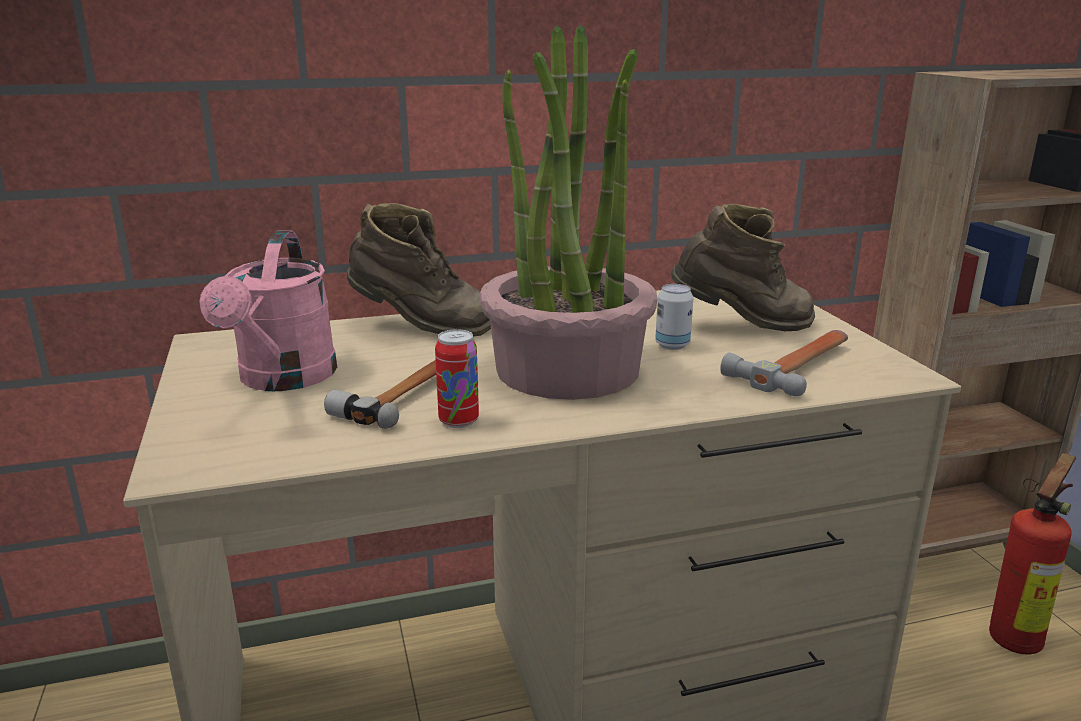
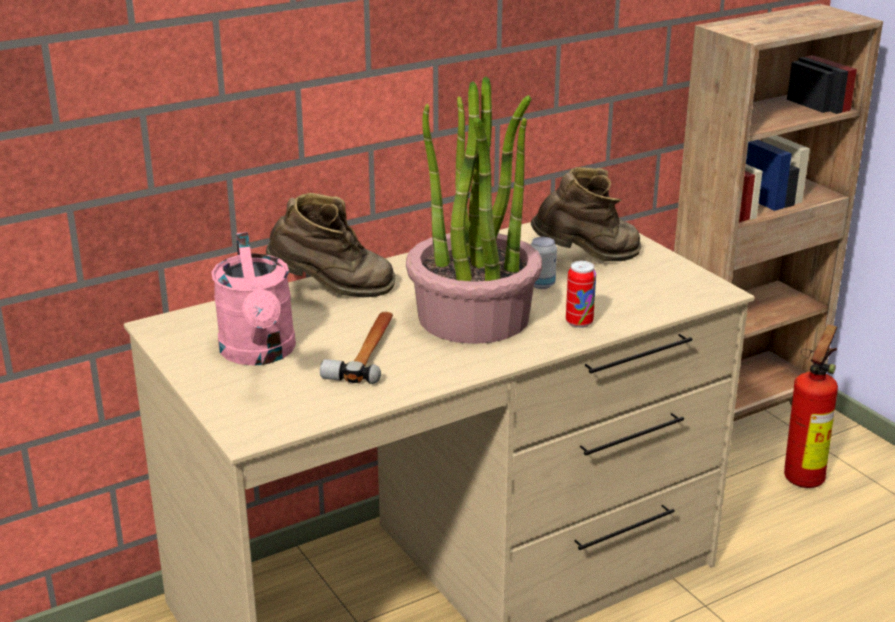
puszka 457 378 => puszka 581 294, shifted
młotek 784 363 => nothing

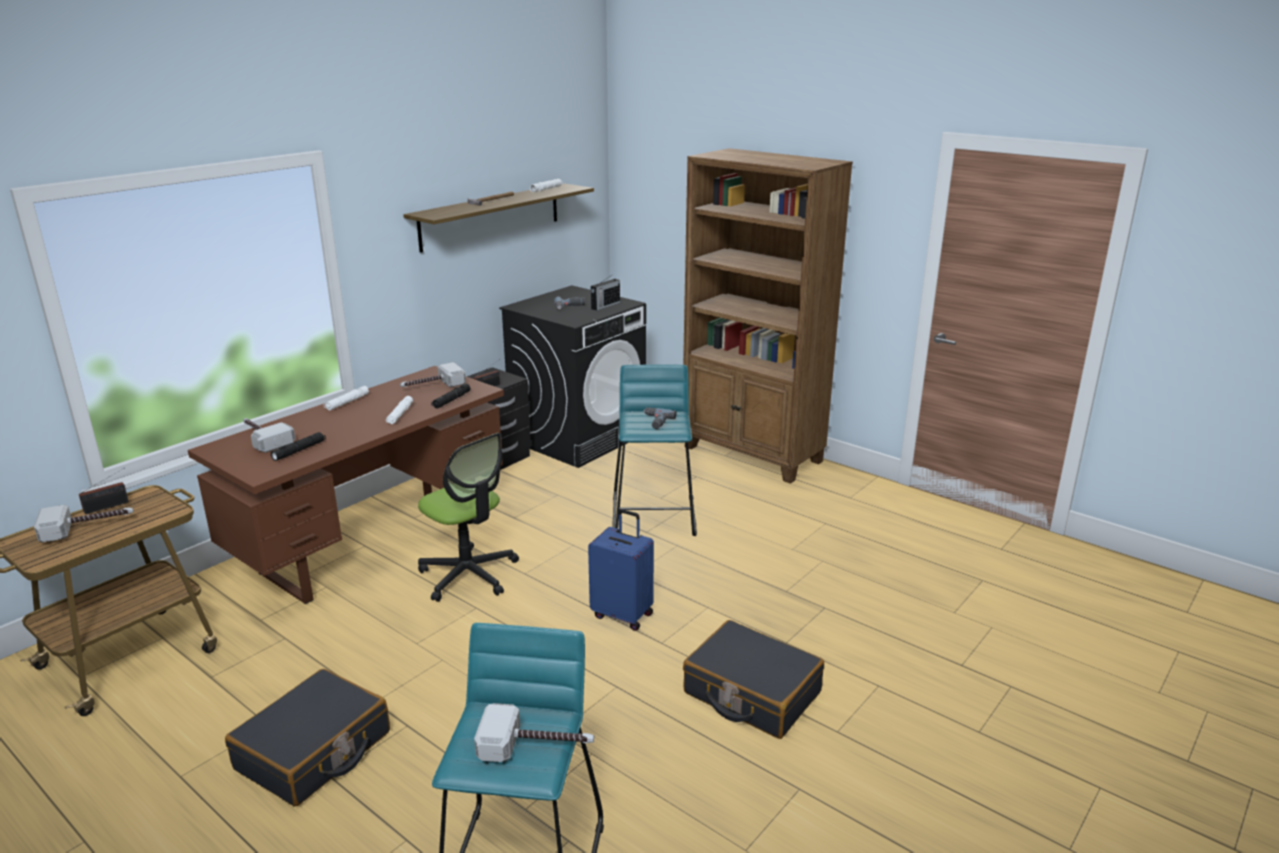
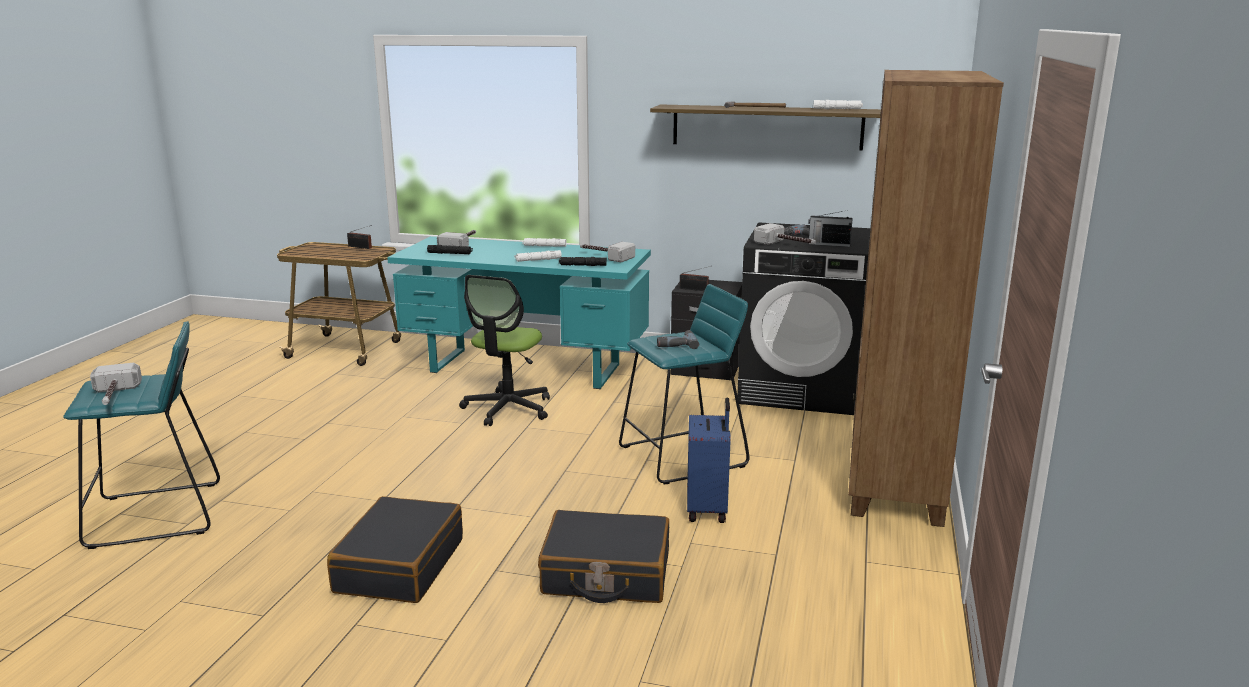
biurko/brązowy 346 485 => biurko/turkusowy 519 312
młotek 84 524 => młotek 785 234, shifted
walizka/niebieski 621 570 => walizka/niebieski 709 460, shifted
walizka/czarny 307 738 => walizka/czarny 603 556, shifted

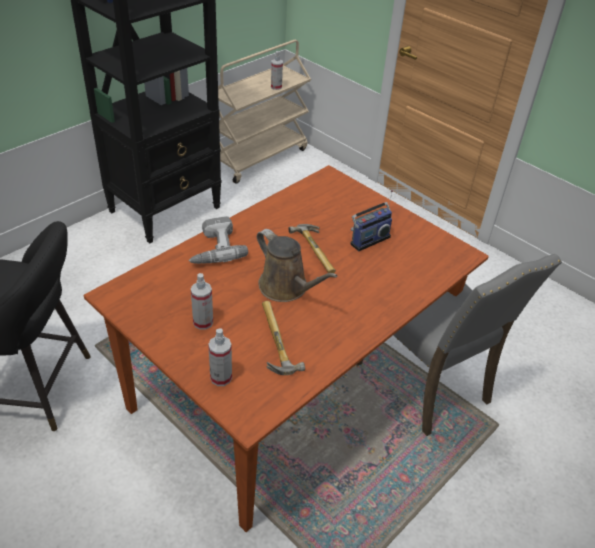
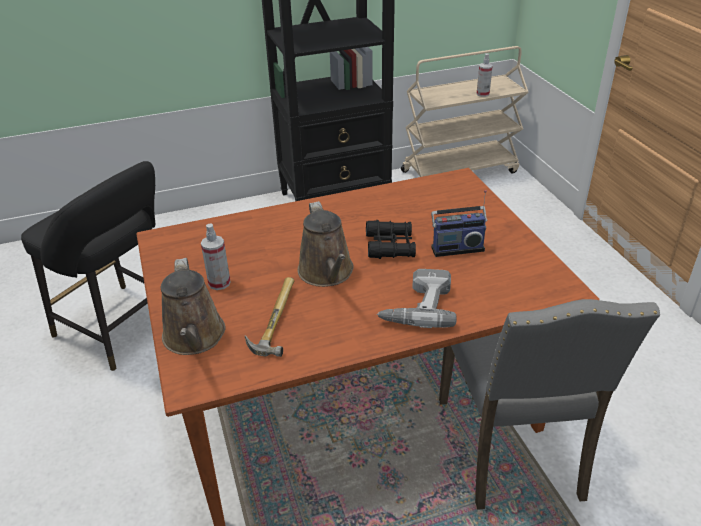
wiertarka 218 240 => wiertarka 416 298, shifted
młotek 312 248 => lornetka/czarny 391 239
spryskiwacz 220 357 => konewka/brązowy 193 306

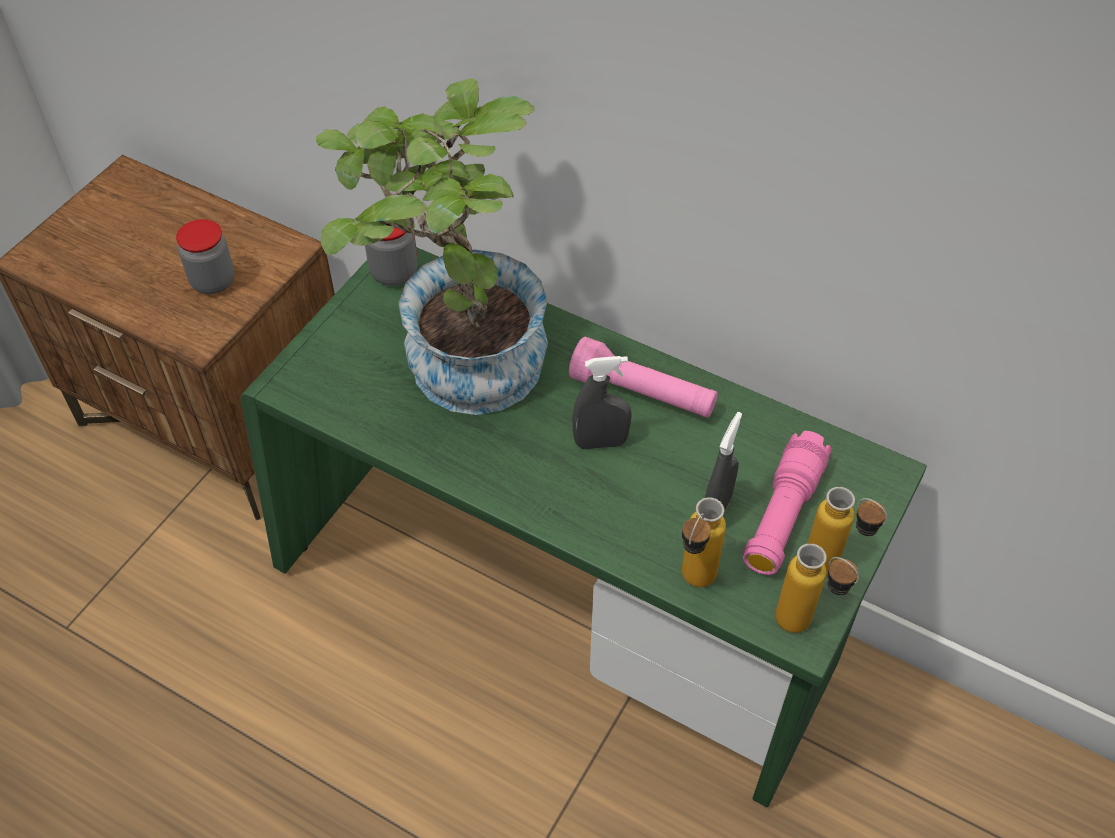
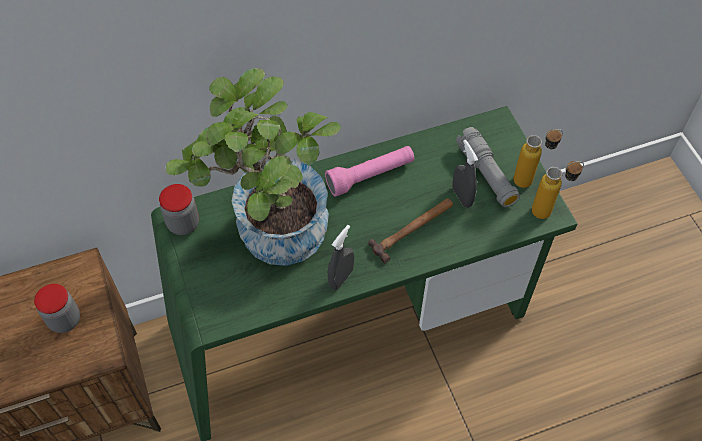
spryskiwacz/szary 602 402 => spryskiwacz/szary 341 257, shifted
latarka/różowy 787 503 => latarka/szary 488 167
butelka 704 542 => nothing
nothing => młotek 410 230

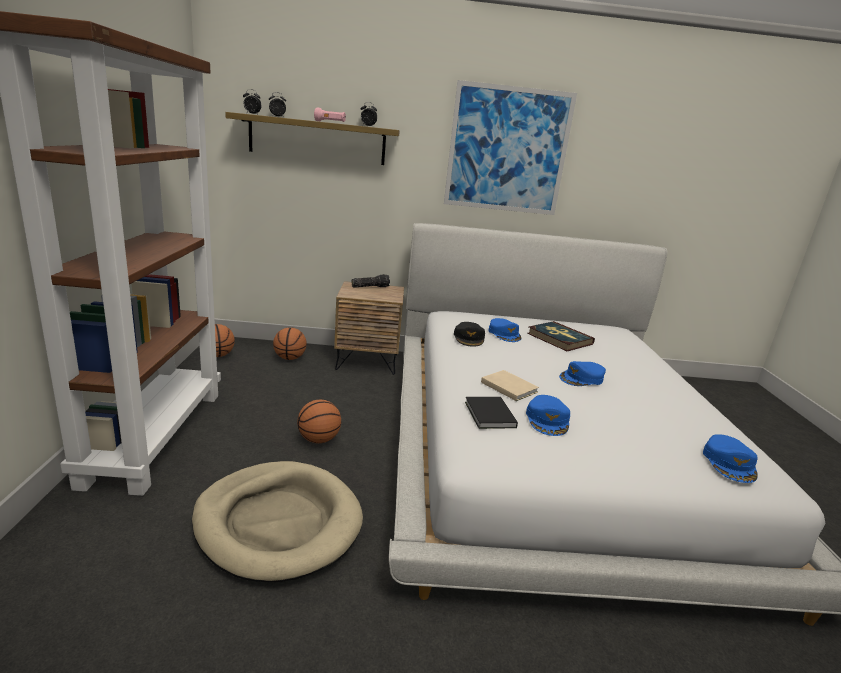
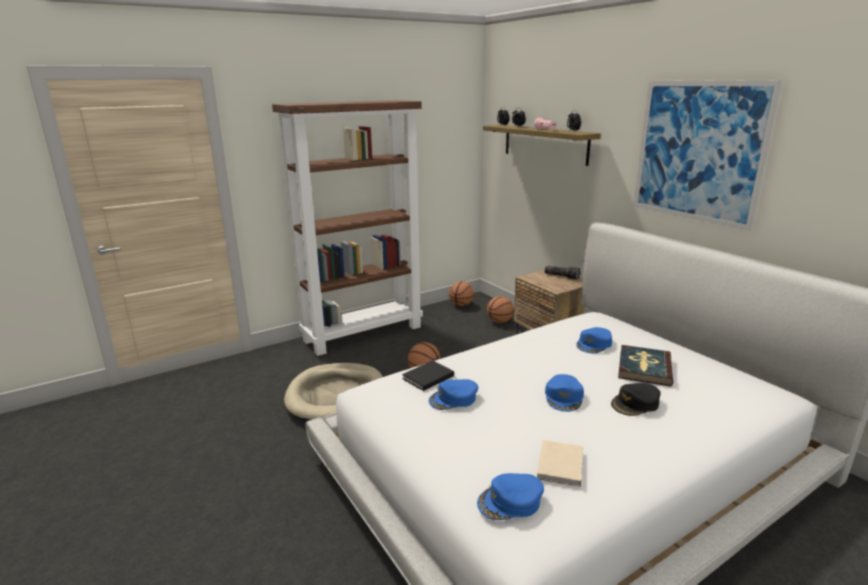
czapka z daszkiem/czarny 469 334 => czapka z daszkiem/czarny 636 399, shifted
czapka z daszkiem/niebieski 582 373 => czapka z daszkiem/niebieski 564 393, 105 degrees counterclockwise
książka/beżowy 510 385 => książka/beżowy 560 463, shifted

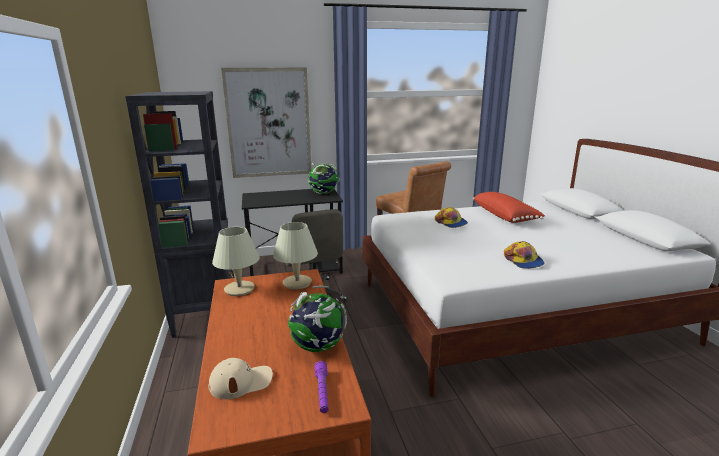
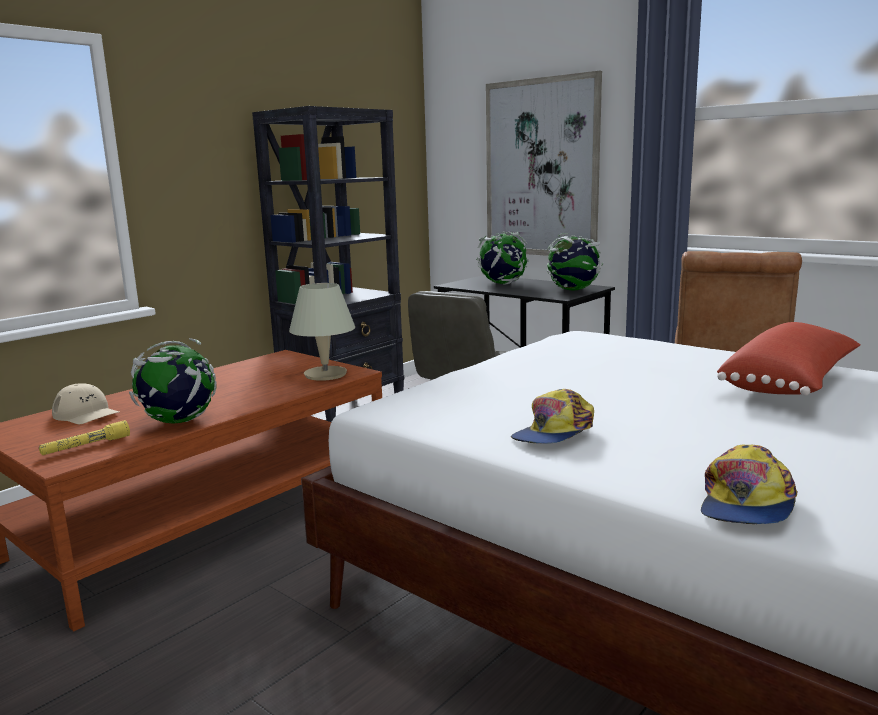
czapka z daszkiem 451 217 => czapka z daszkiem 749 484, shifted
lampa stołowa/beżowy 236 261 => nothing
latarka/fioletowy 322 387 => latarka/żółty 84 437
nothing => globus 502 258

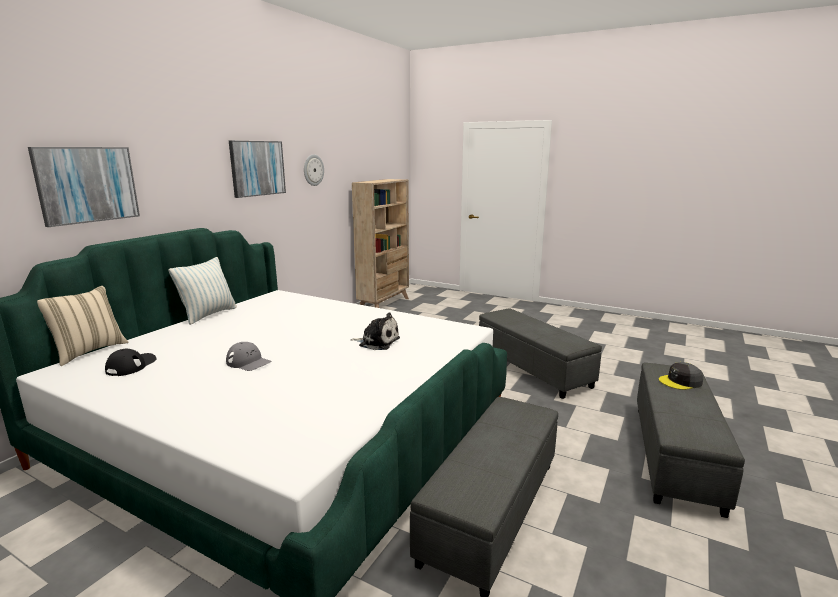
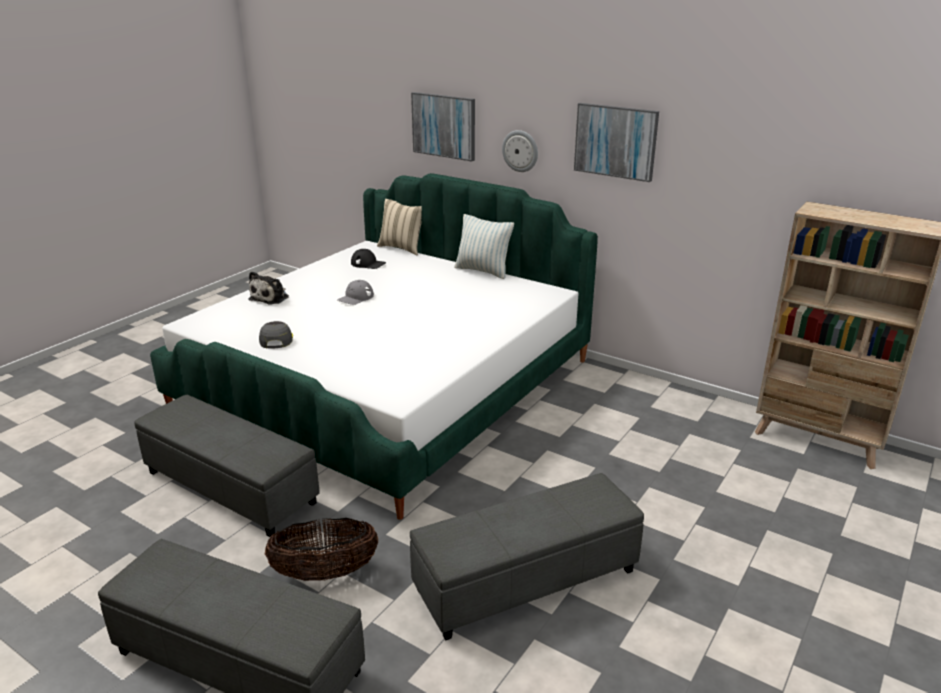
zegar ścienny 314 170 => zegar ścienny 520 151, shifted
pluszak 375 331 => pluszak 268 288, shifted
czapka z daszkiem/szary 681 376 => czapka z daszkiem/szary 276 335, shifted
nothing => koszyk 321 549

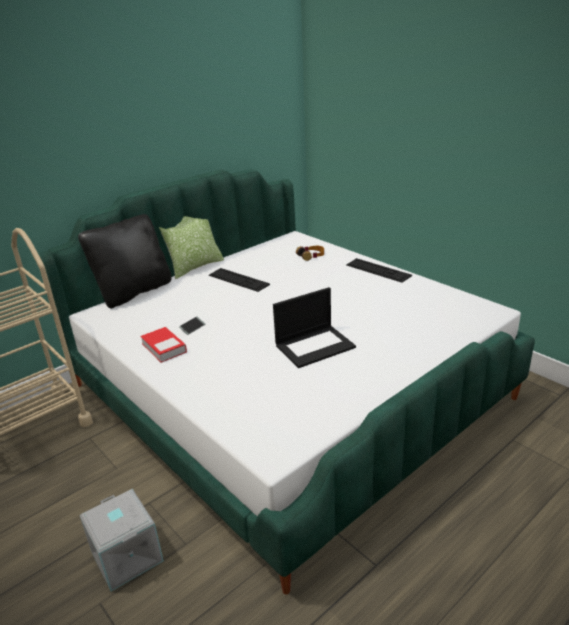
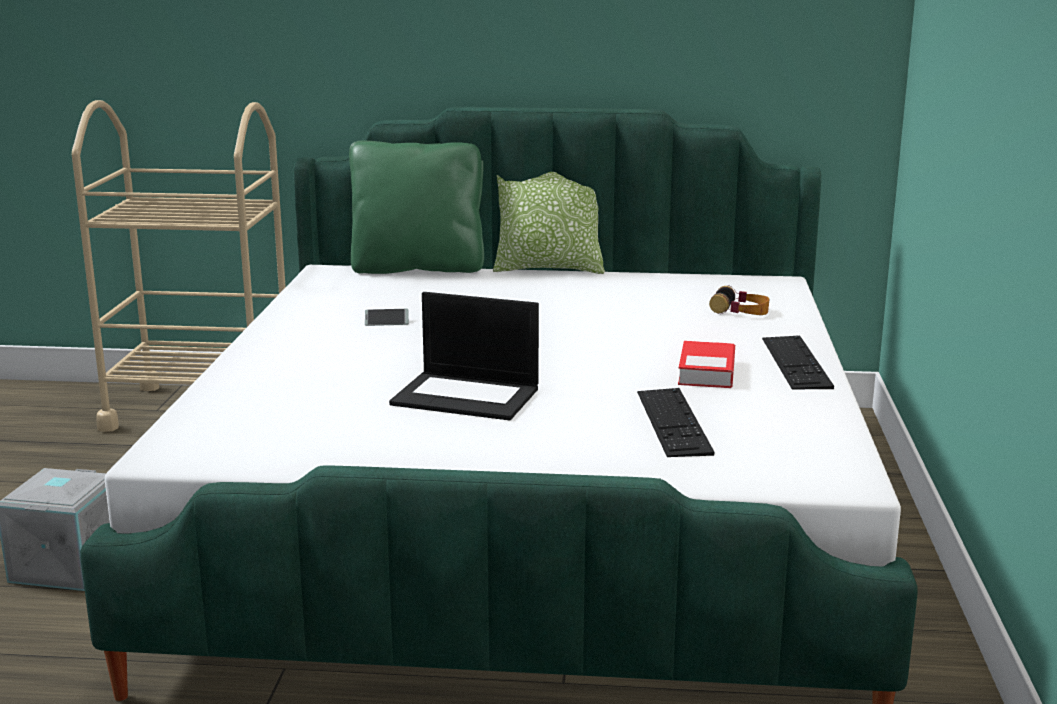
poduszka/czarny 125 261 => poduszka/zielony 416 207
klawiatura 239 280 => klawiatura 675 422, shifted
książka 163 345 => książka 706 364, shifted

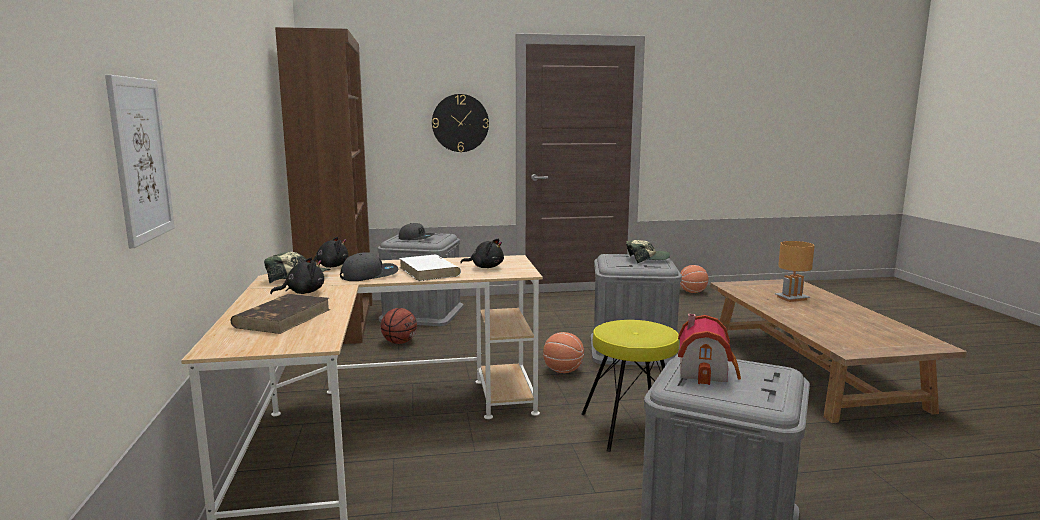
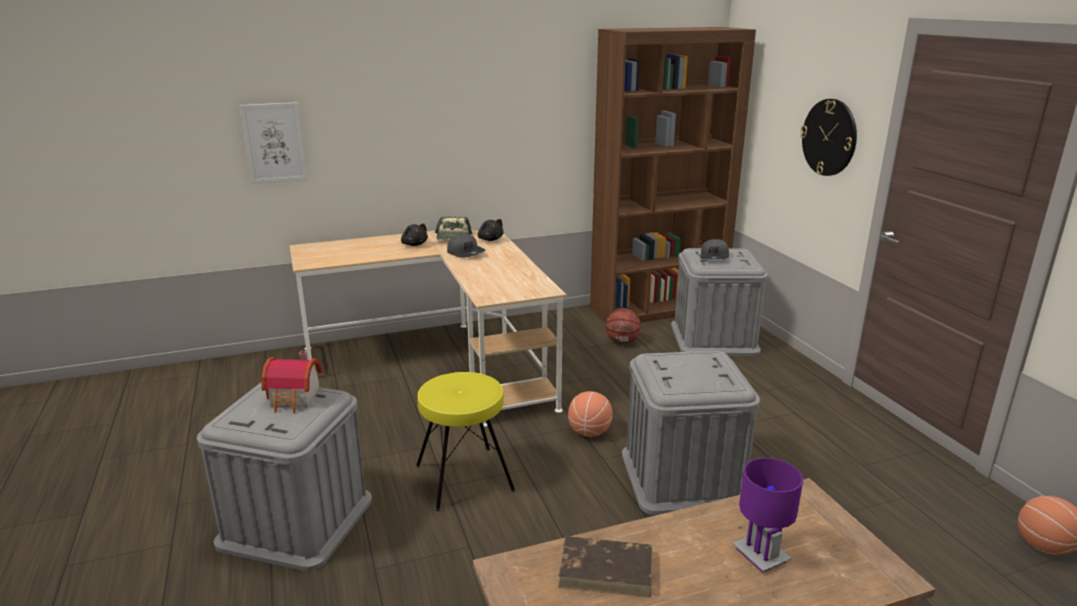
pluszak/czarny 482 253 => nothing
czapka z daszkiem 648 251 => nothing
lampa stołowa/brązowy 795 271 => lampa stołowa/fioletowy 767 515
książka/biały 430 268 => nothing
książka/brązowy 280 314 => książka/brązowy 605 567, shifted

